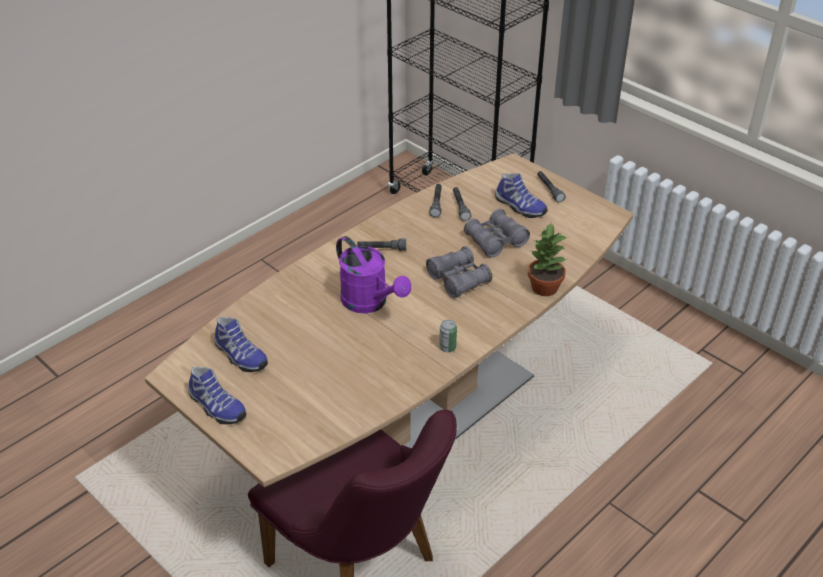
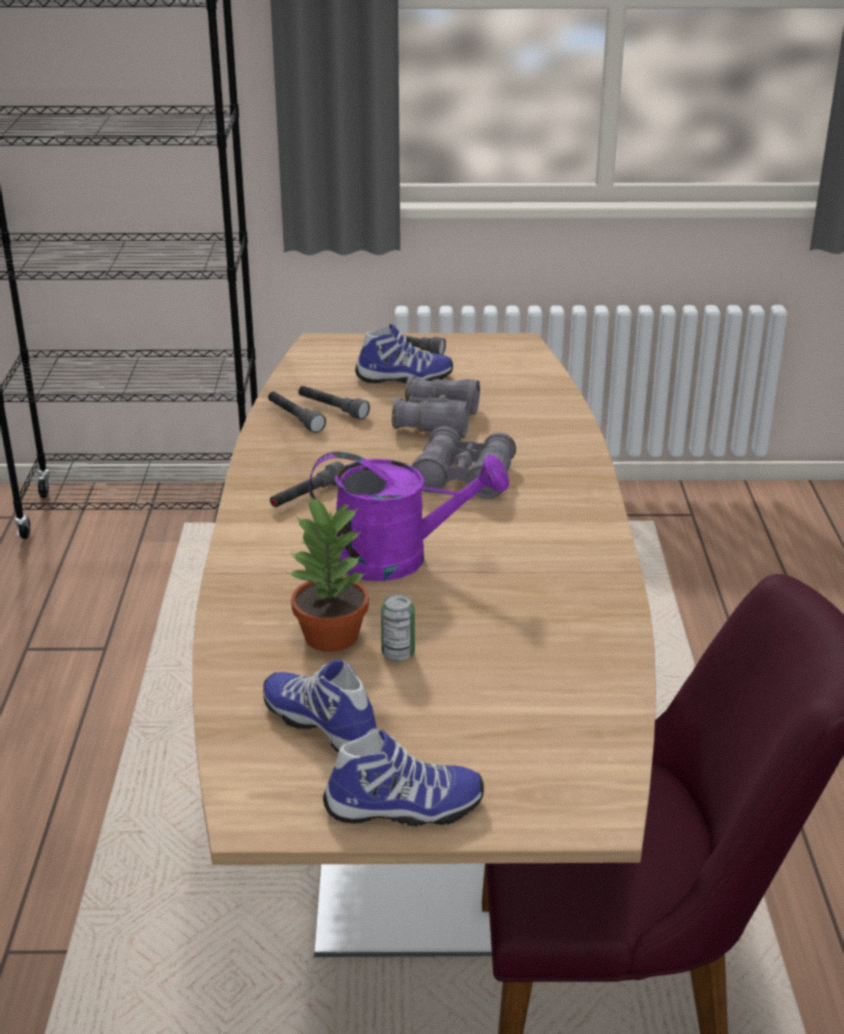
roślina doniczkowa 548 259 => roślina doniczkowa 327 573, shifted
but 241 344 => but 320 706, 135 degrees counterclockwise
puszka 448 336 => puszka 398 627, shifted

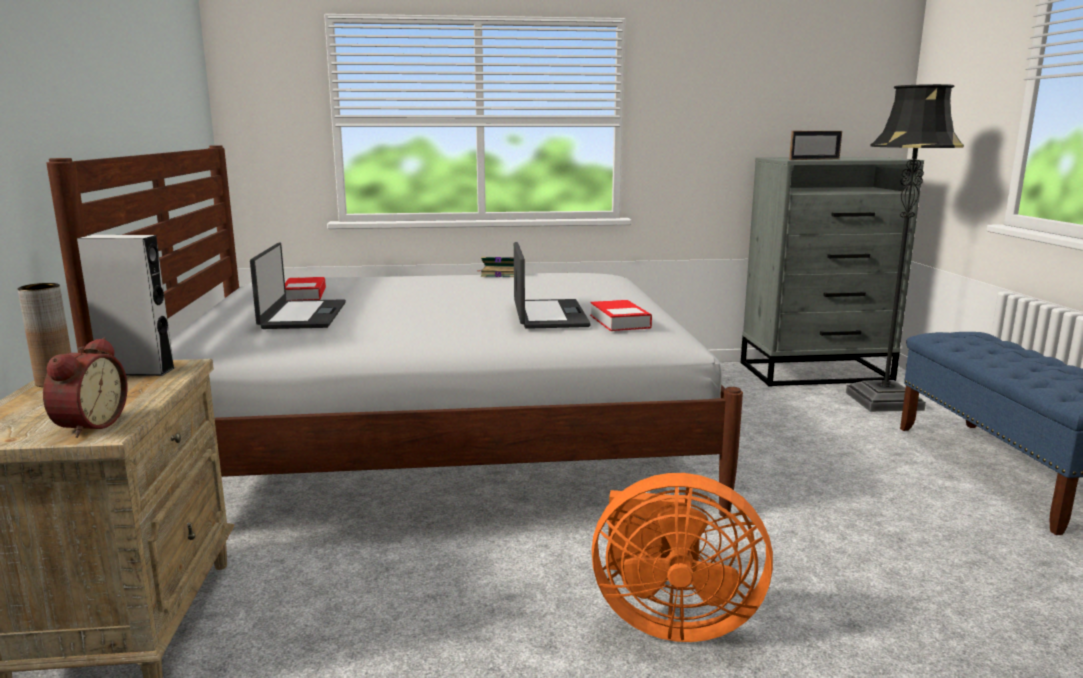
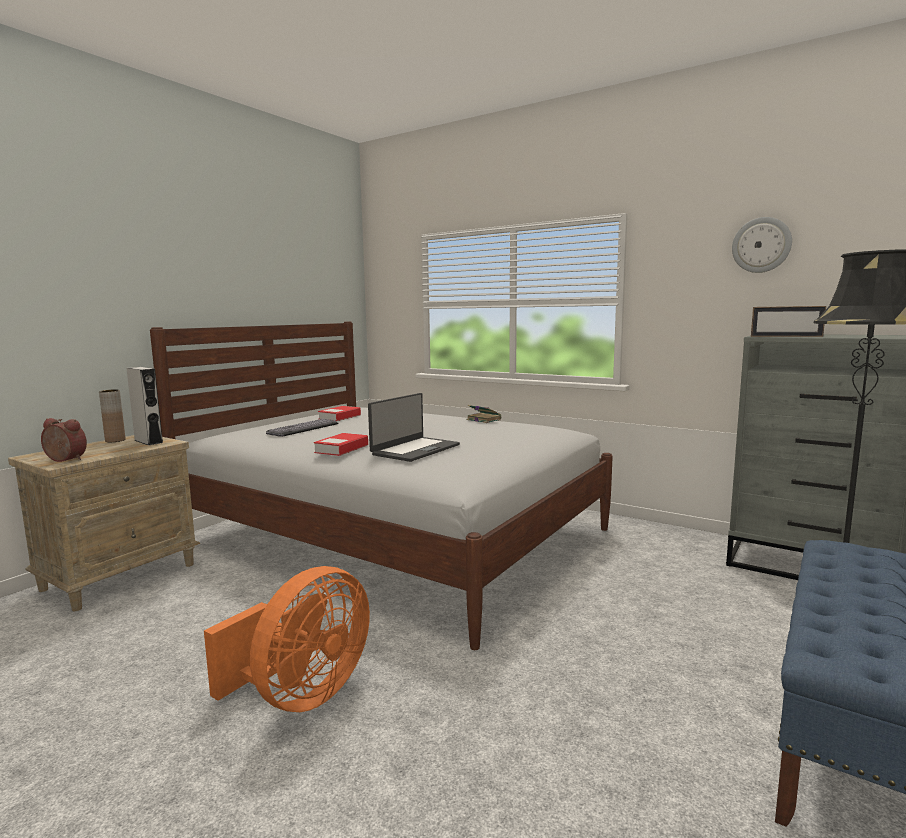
laptop 298 285 => klawiatura 302 428
książka 621 315 => książka 341 444, shifted
budzik 85 388 => budzik 64 440, 120 degrees counterclockwise
wentylator/pomarańczowy 682 557 => wentylator/pomarańczowy 287 639, 105 degrees counterclockwise
nothing => zegar ścienny 762 245

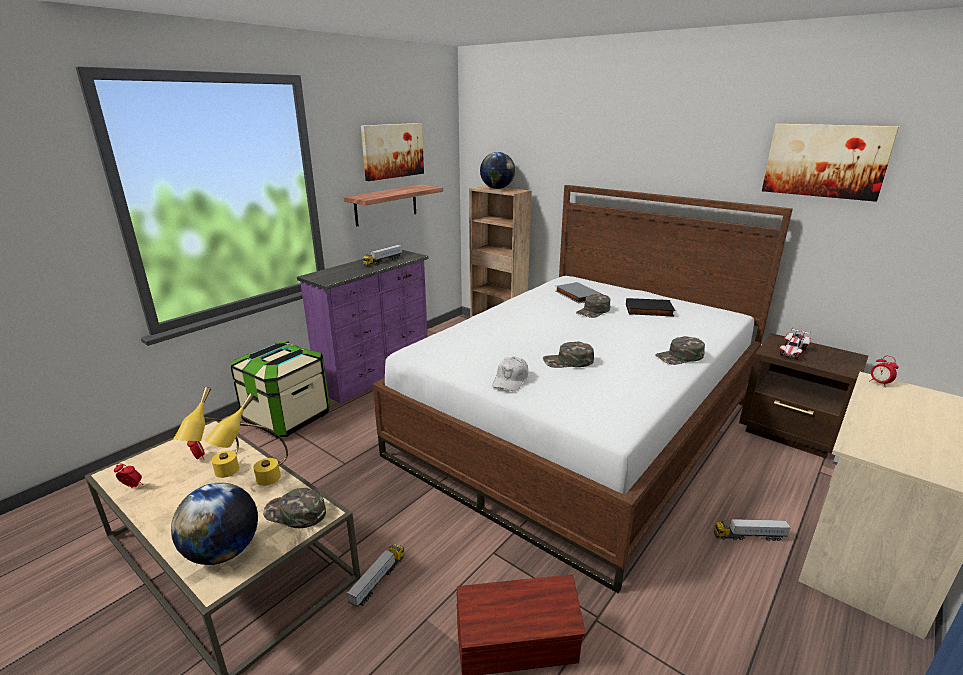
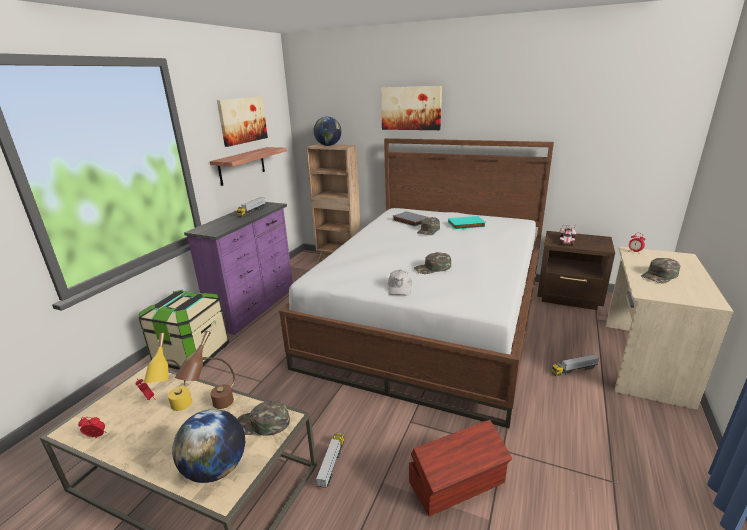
obraz 830 163 => obraz 411 108, shifted
książka/czarny 650 307 => książka/turkusowy 467 223
czapka z daszkiem/zielony 680 350 => czapka z daszkiem/zielony 660 270, shifted
lampa stołowa/żółty 246 439 => lampa stołowa/brązowy 205 370

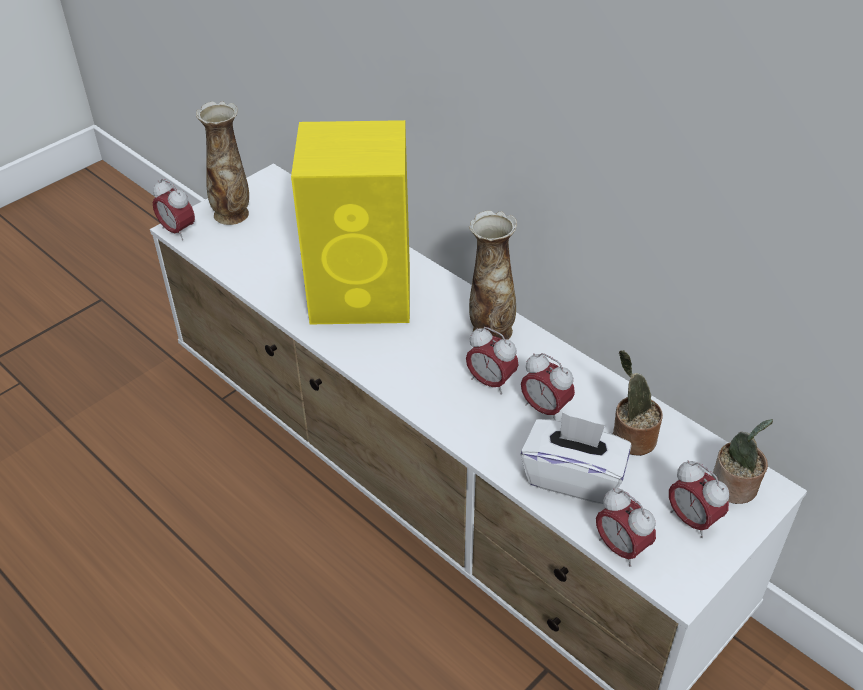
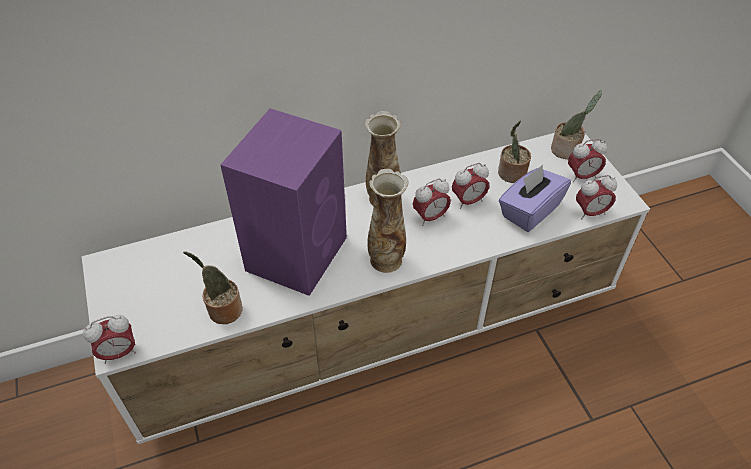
wazon 222 163 => wazon 387 221, shifted
głośnik/żółty 350 222 => głośnik/fioletowy 283 202
pudełko chusteczek/biały 576 458 => pudełko chusteczek/fioletowy 535 198
nothing => roślina doniczkowa 213 287

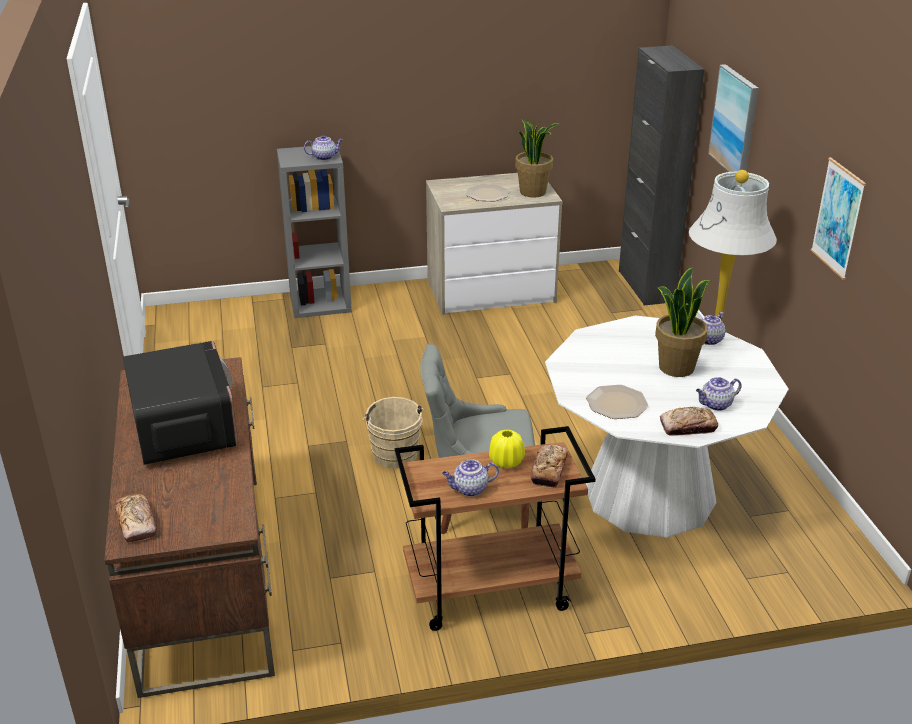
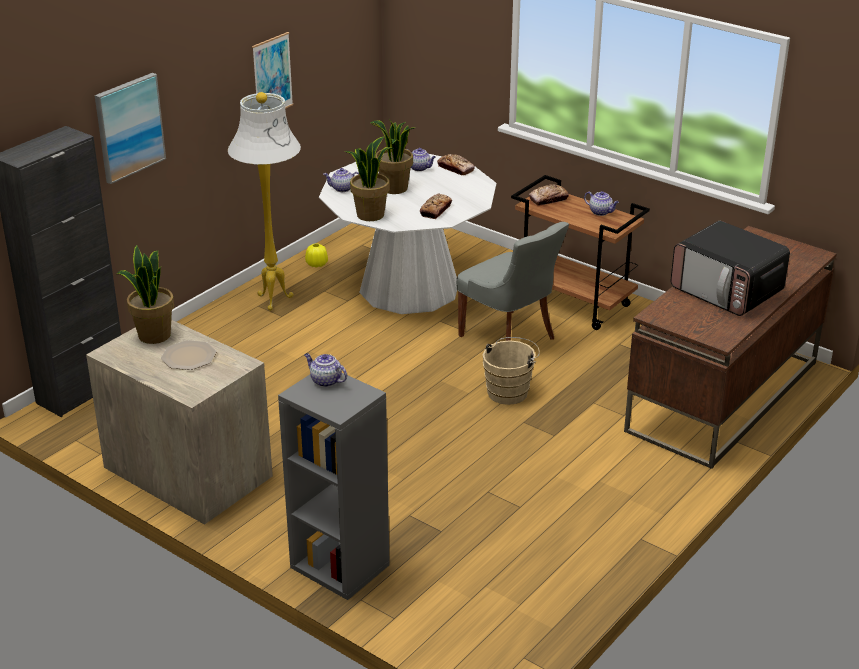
mikrofalówka 181 403 => mikrofalówka 730 268, 75 degrees counterclockwise
talerz 617 402 => nothing
wazon/żółty 507 449 => wazon/żółty 316 255, shifted
chleb 136 518 => chleb 436 206, shifted
nothing => roślina doniczkowa 369 178

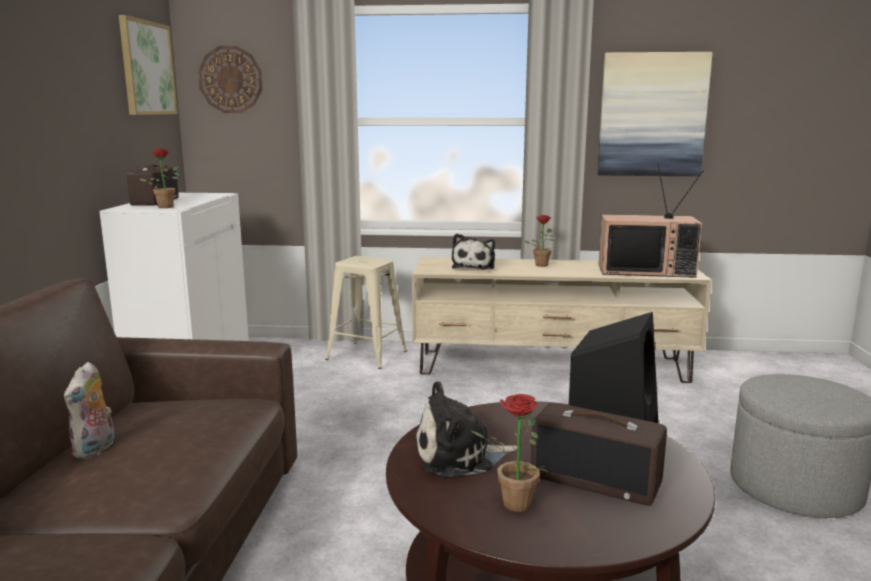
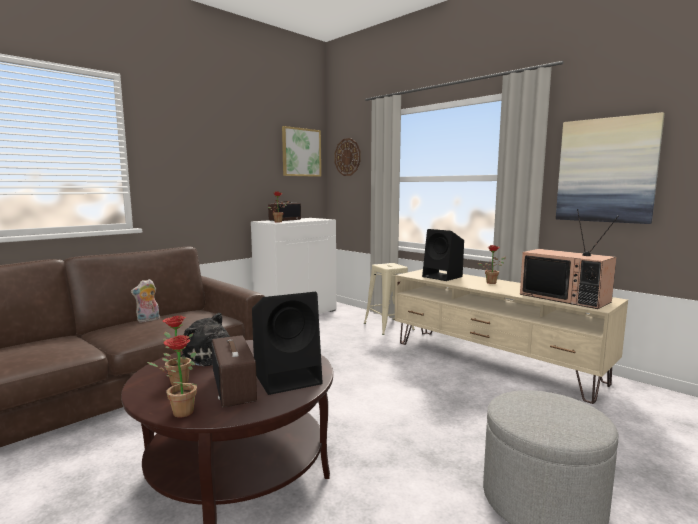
pluszak 473 252 => głośnik/czarny 443 255
nothing => roślina doniczkowa 172 376

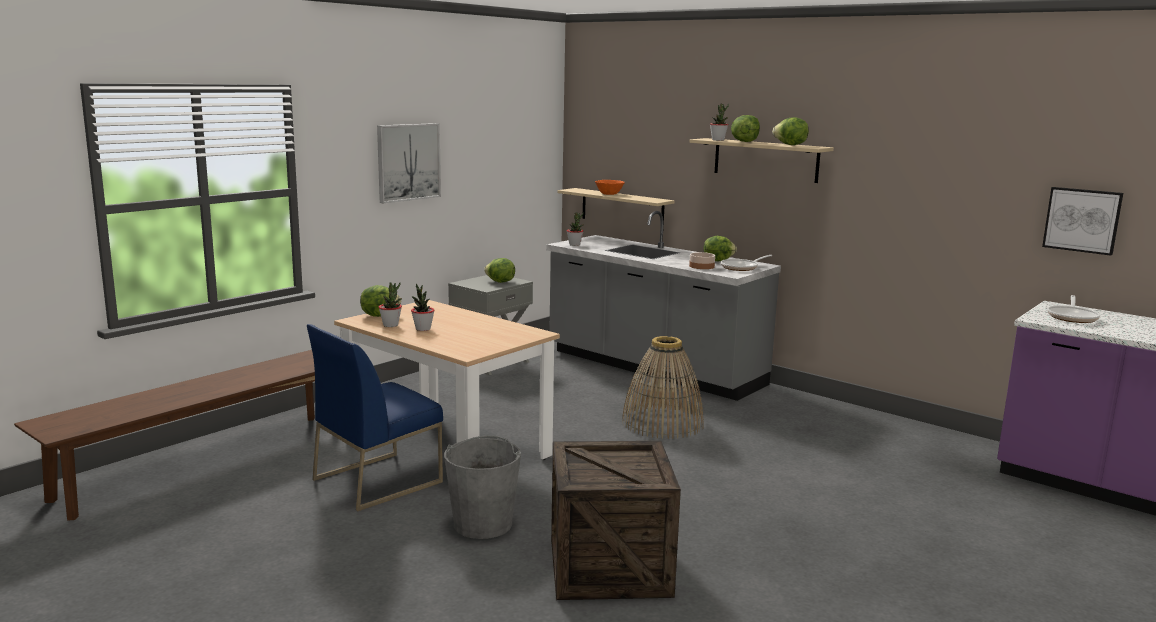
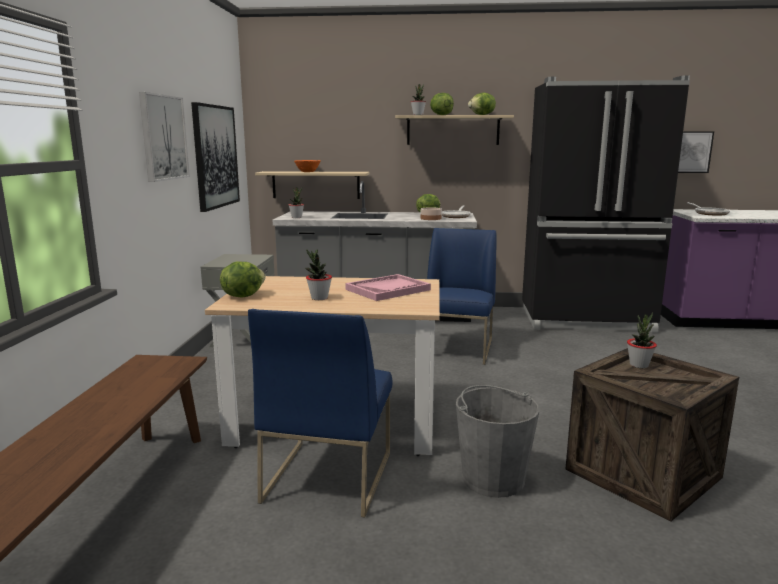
sałata 499 270 => nothing
roślina doniczkowa 390 304 => roślina doniczkowa 642 340, shifted
koszyk 663 387 => krzesło/niebieski 462 296
nothing => lodówka/czarny 606 204
nothing => obraz 215 157
nothing => taca/różowy 388 287

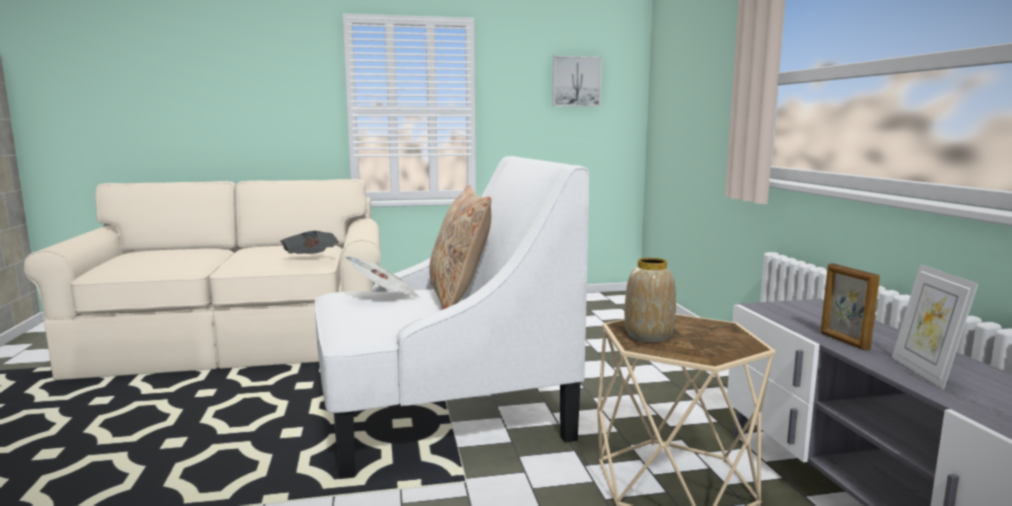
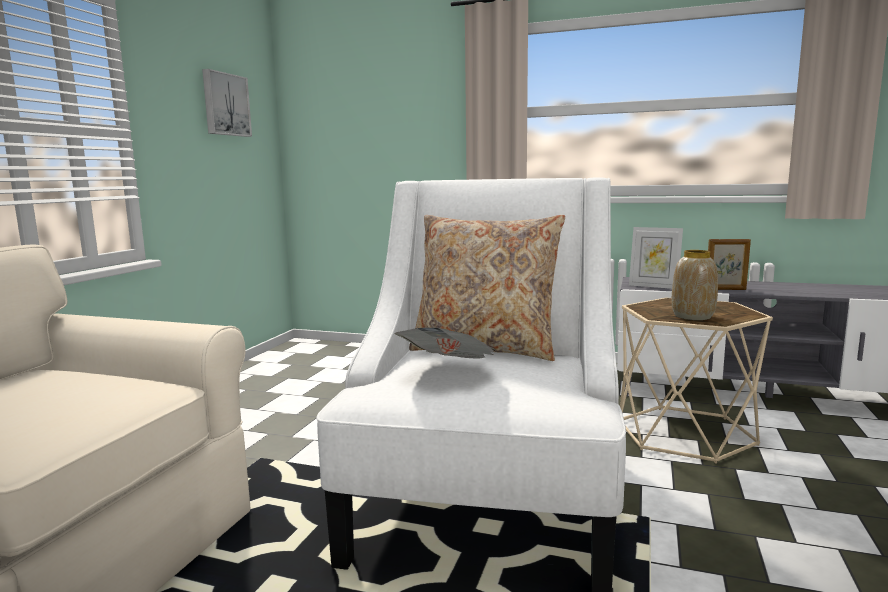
gazeta 309 242 => nothing
ramka na zdjęcie 935 326 => ramka na zdjęcie 656 258, shifted

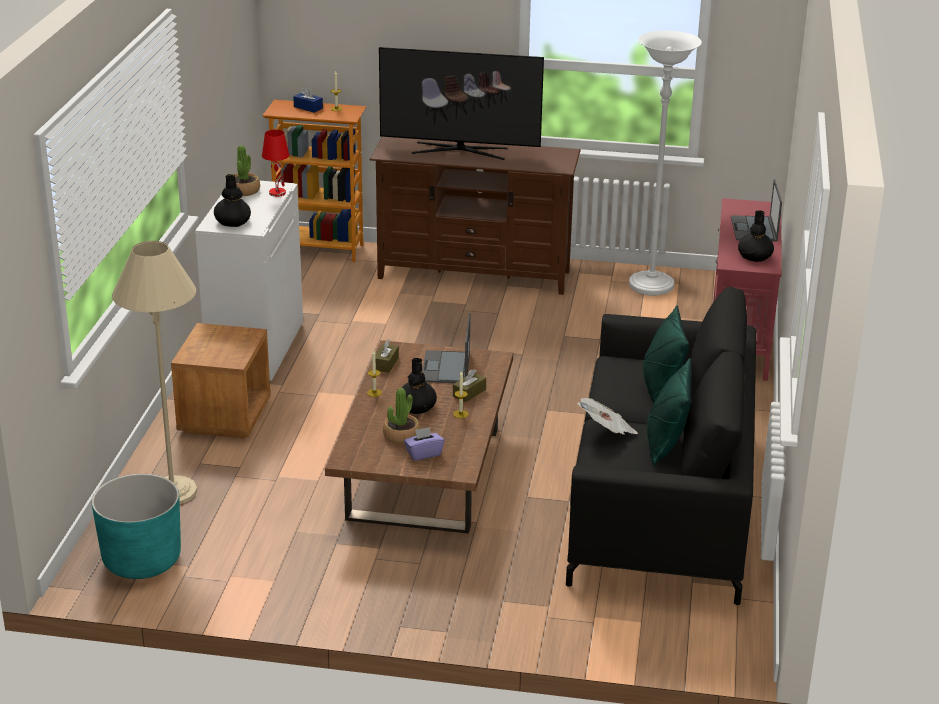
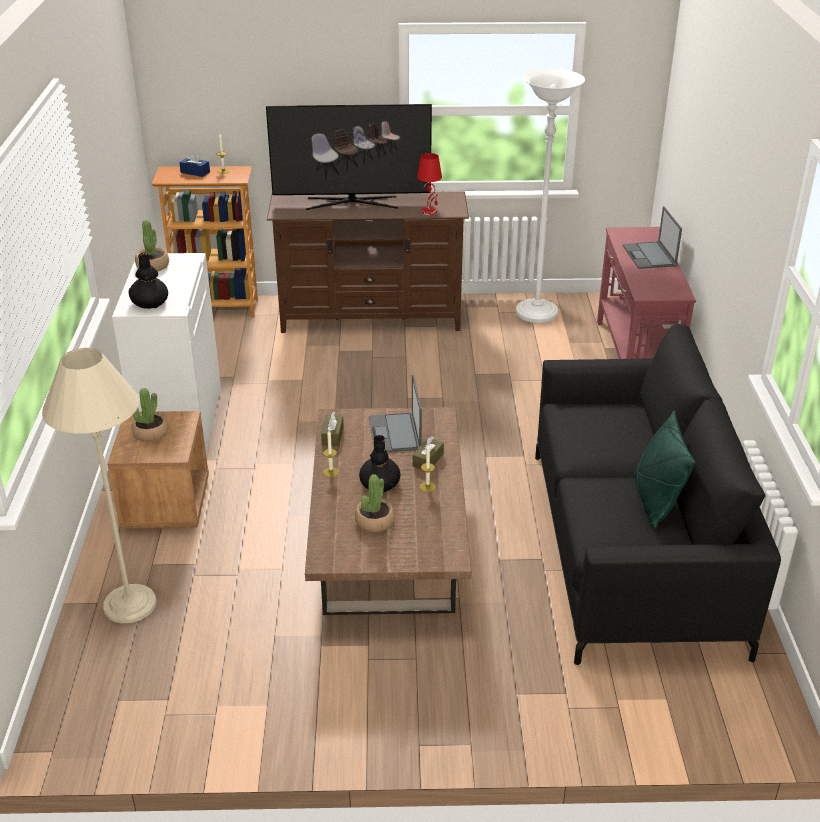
lampa stołowa/czerwony 275 163 => lampa stołowa/czerwony 429 184, shifted
wazon/czarny 756 236 => nothing
poduszka/zielony 666 354 => nothing
gazeta 607 416 => nothing
pudełko chusteczek/fioletowy 424 444 => nothing
donica/turkusowy 136 526 => nothing
nothing => roślina doniczkowa 150 415

